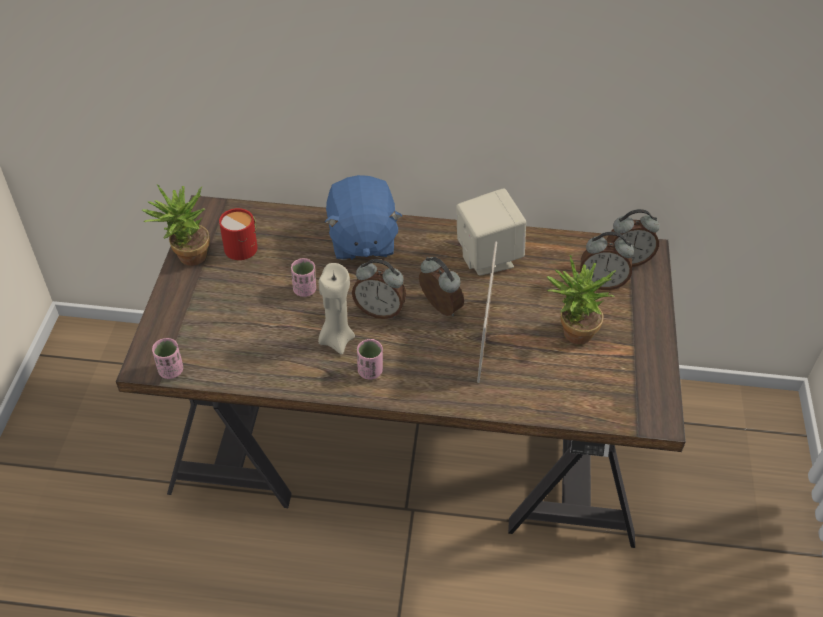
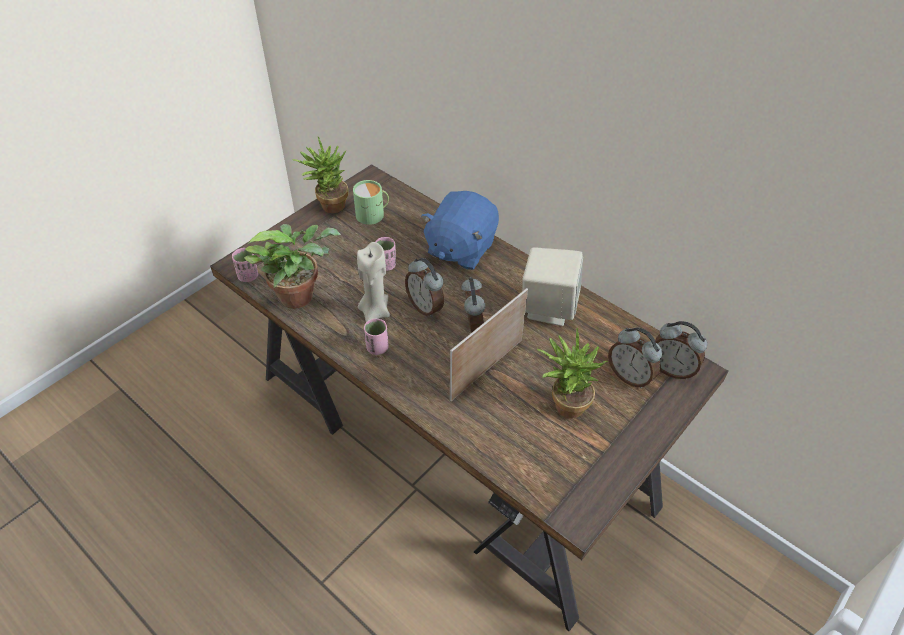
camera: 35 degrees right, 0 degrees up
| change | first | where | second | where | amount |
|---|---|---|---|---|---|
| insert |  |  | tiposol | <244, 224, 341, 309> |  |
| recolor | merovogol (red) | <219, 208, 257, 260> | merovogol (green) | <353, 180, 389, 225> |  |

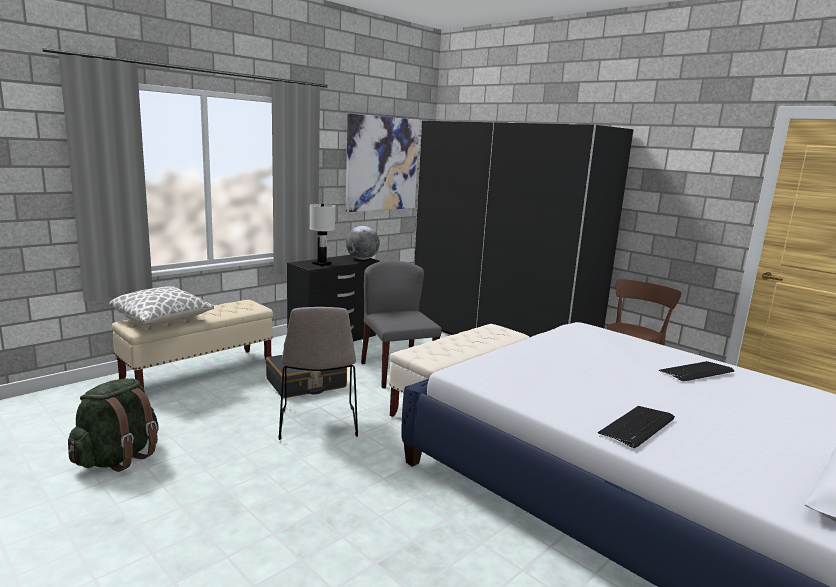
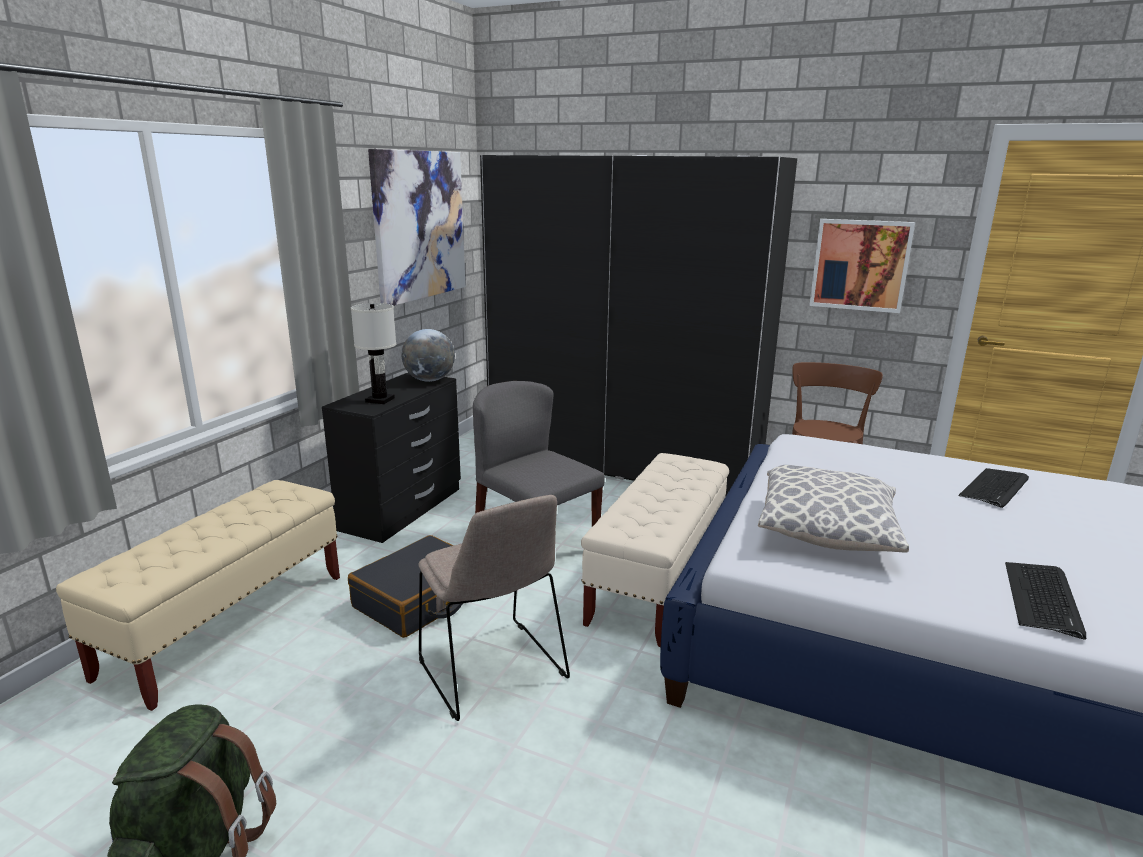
camera: 20 degrees left, 5 degrees up
| change | first | where | second | where | amount |
|---|---|---|---|---|---|
| move | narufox | <109, 286, 214, 325> |  | <758, 465, 909, 553> |  |
| insert |  |  | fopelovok | <809, 219, 915, 313> |  |

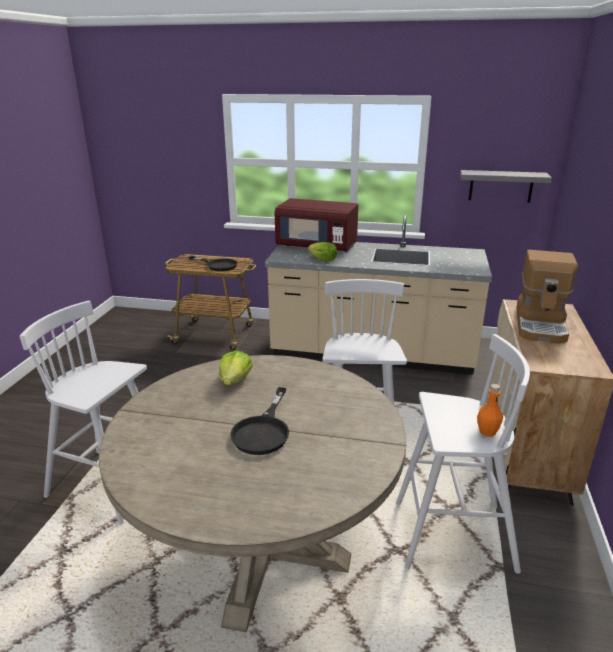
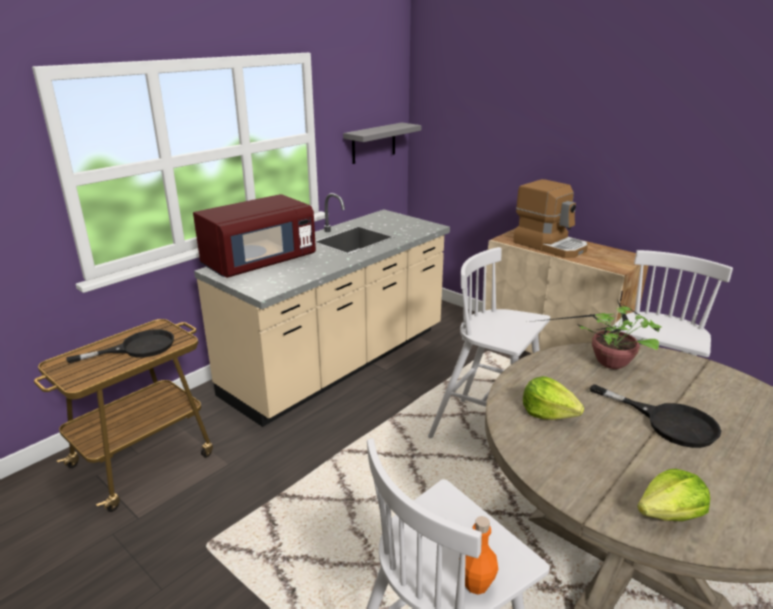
camera: 60 degrees left, 0 degrees up
| change | first | where | second | where | amount |
|---|---|---|---|---|---|
| move | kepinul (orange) | <477, 384, 503, 437> |  | <459, 516, 498, 595> |  |
| insert |  |  | tiposol | <530, 299, 662, 369> |  |
| move | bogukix | <308, 242, 337, 262> |  | <637, 468, 710, 522> |  |

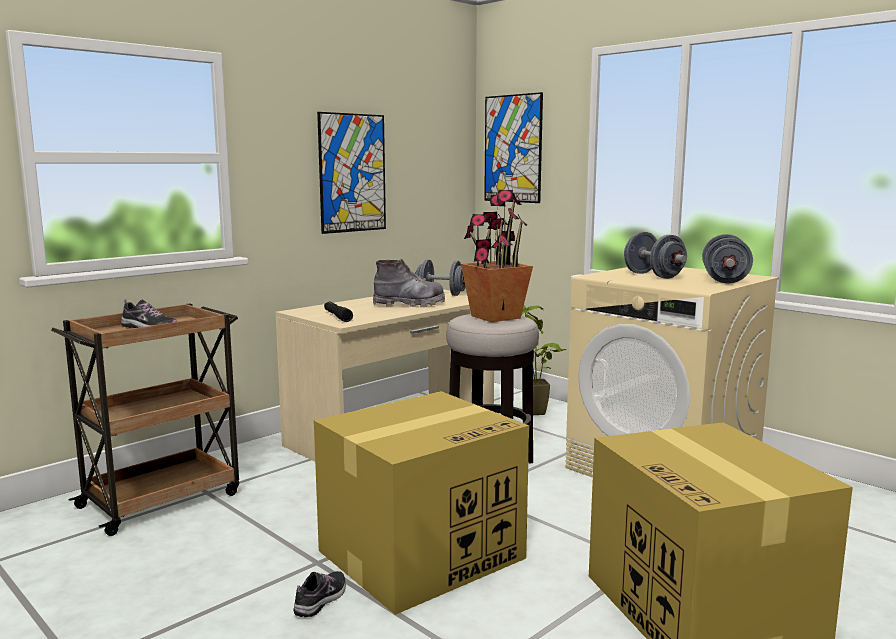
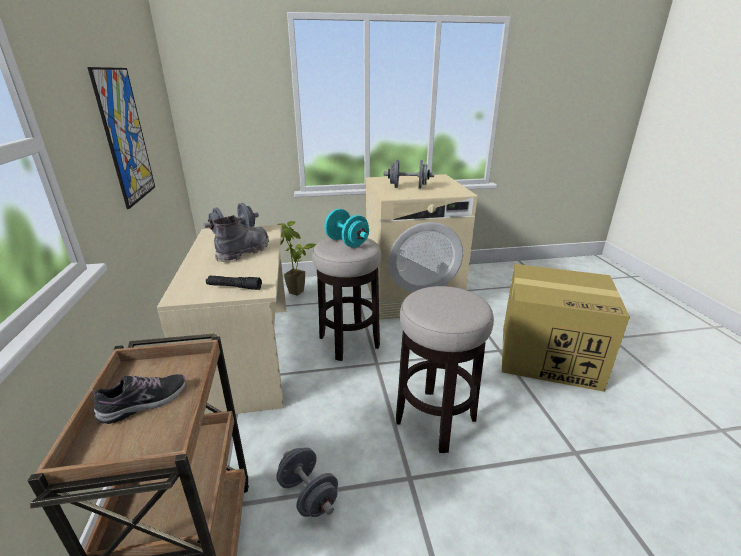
camera: 55 degrees left, 15 degrees up
| change | first | where | second | where | amount |
|---|---|---|---|---|---|
| move | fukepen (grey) | <702, 234, 753, 284> |  | <276, 447, 338, 517> |  |
| replace | tiposol | <461, 190, 533, 322> | fukepen (turquoise) | <324, 209, 369, 248> |  |
| replace | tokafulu | <314, 391, 529, 615> | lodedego | <396, 286, 494, 453> |  |
| delete | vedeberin | <293, 571, 346, 617> |  |  |  |
| delete | fopelovok | <484, 92, 543, 203> |  |  |  |

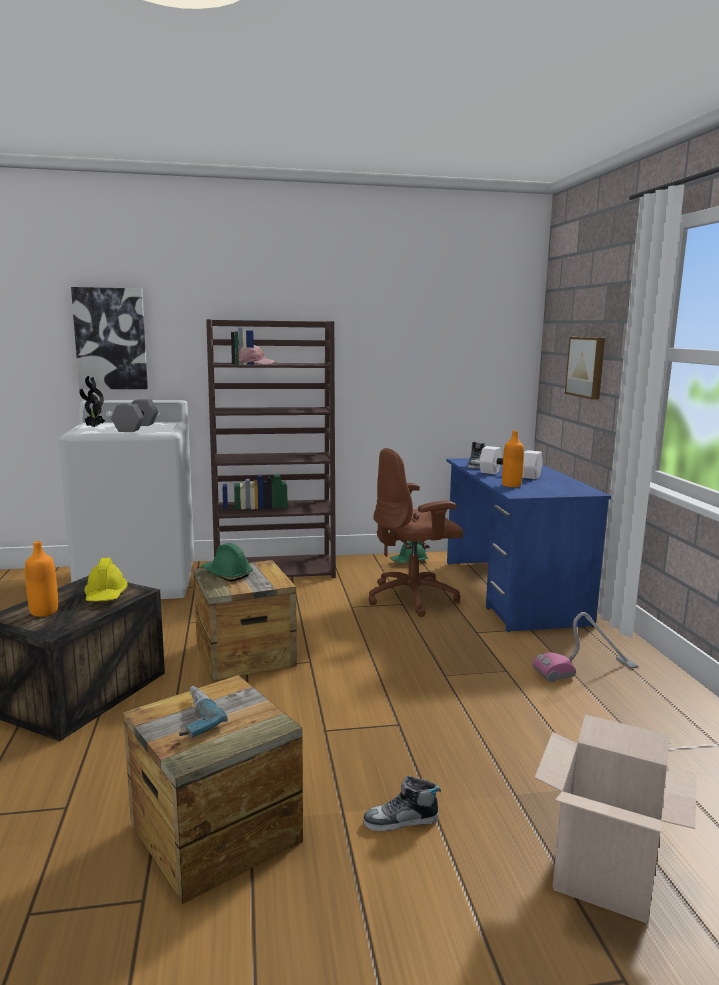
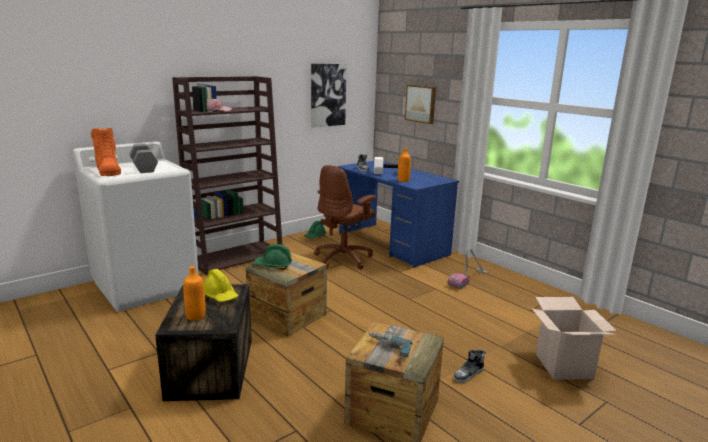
camera: 30 degrees left, 5 degrees up
| change | first | where | second | where | amount |
|---|---|---|---|---|---|
| replace | tiposol | <79, 376, 105, 427> | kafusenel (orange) | <91, 128, 121, 176> |  |
| move | fopelovok | <71, 287, 148, 389> |  | <311, 64, 347, 128> |  |

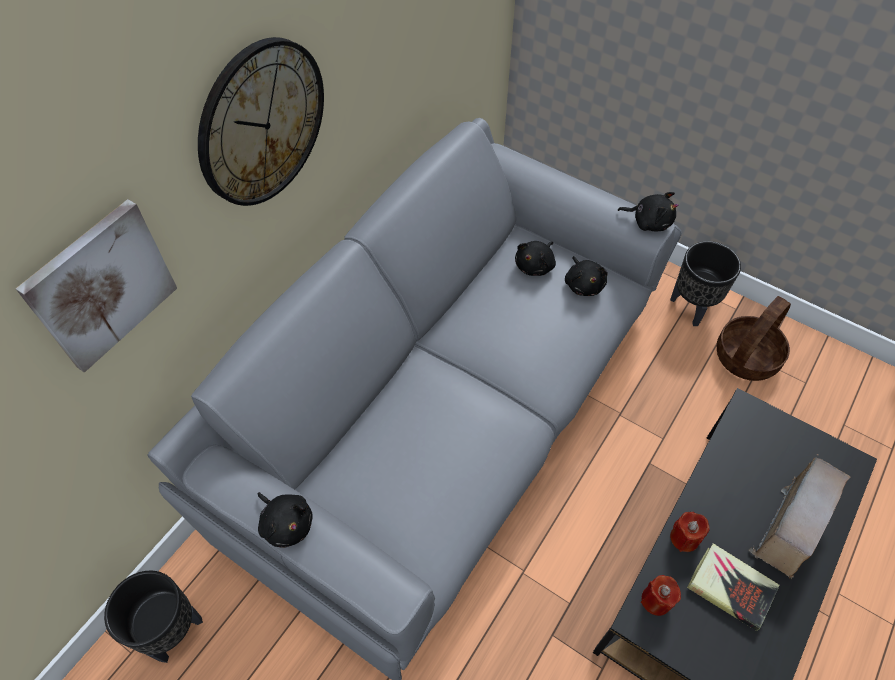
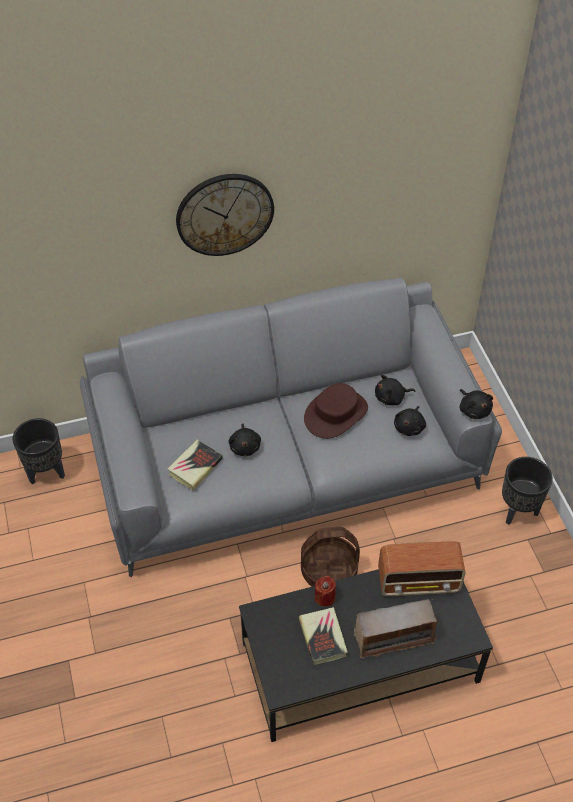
camera: 40 degrees right, 5 degrees down
| change | first | where | second | where | amount |
|---|---|---|---|---|---|
| insert |  |  | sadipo | <168, 440, 223, 490> |  |
| move | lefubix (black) | <258, 492, 313, 548> |  | <228, 424, 261, 456> |  |
| move | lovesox | <717, 296, 791, 381> |  | <301, 527, 360, 587> |  |
| insert |  |  | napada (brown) | <304, 383, 368, 439> |  |
| insert |  |  | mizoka | <378, 541, 465, 596> |  |
| delete | fopelovok | <16, 199, 177, 373> |  |  |  |
| delete | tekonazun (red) | <641, 575, 681, 616> |  |  |  |

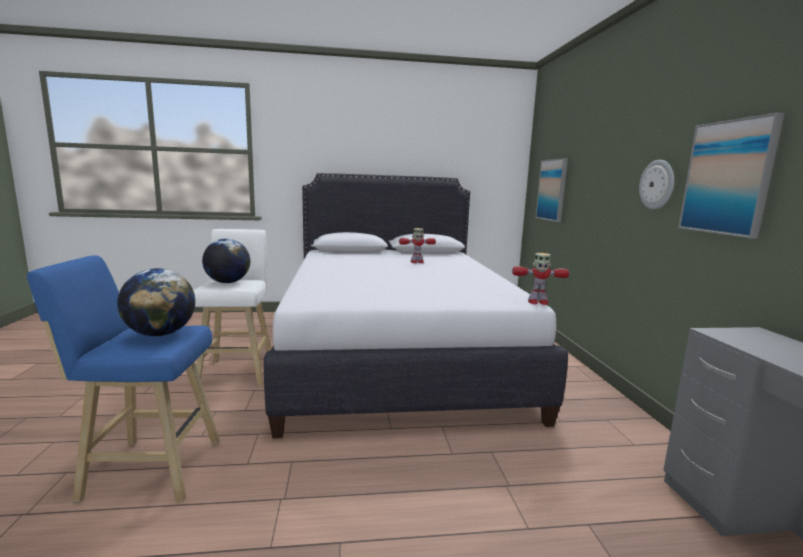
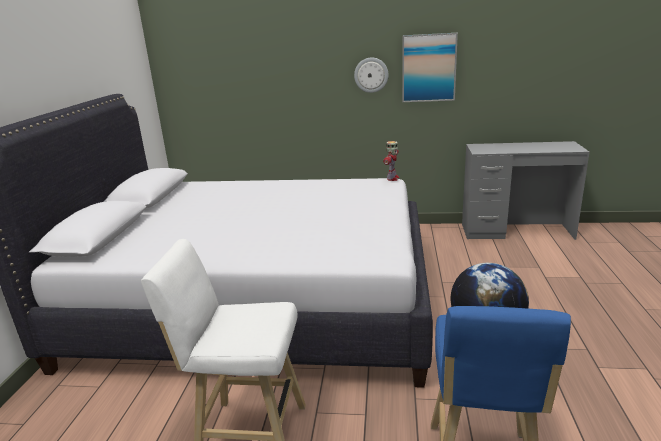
camera: 75 degrees left, 10 degrees up
| change | first | where | second | where | amount |
|---|---|---|---|---|---|
| delete | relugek | <202, 239, 250, 283> |  |  |  |
| delete | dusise | <399, 228, 436, 263> |  |  |  |
| delete | fopelovok | <535, 158, 568, 222> |  |  |  |

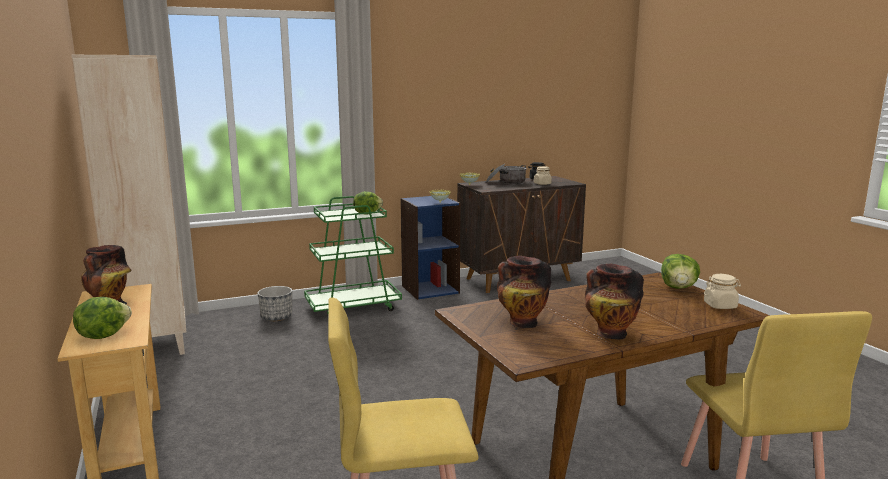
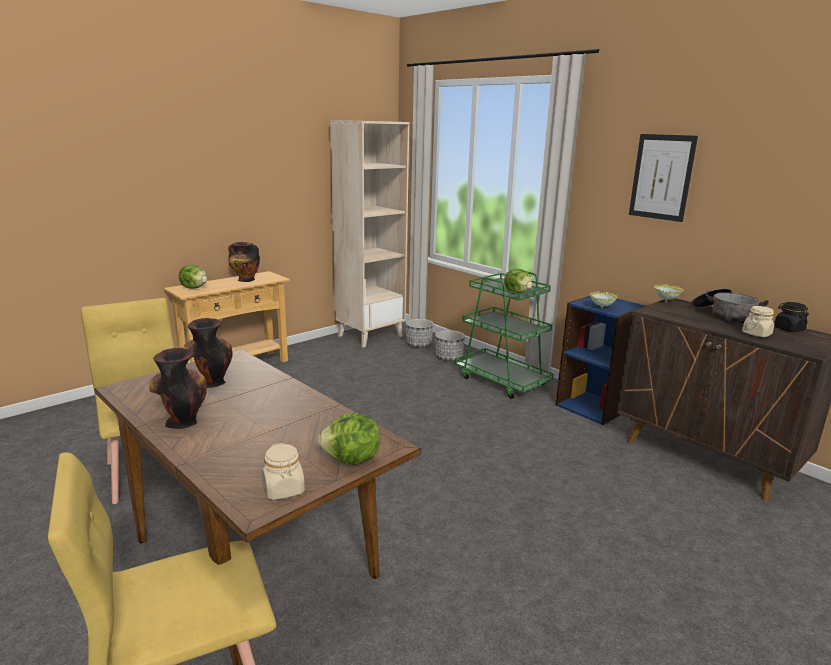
camera: 70 degrees right, 5 degrees up
| change | first | where | second | where | amount |
|---|---|---|---|---|---|
| insert |  |  | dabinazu | <405, 319, 434, 348> |  |
| insert |  |  | fopelovok | <629, 134, 698, 222> |  |

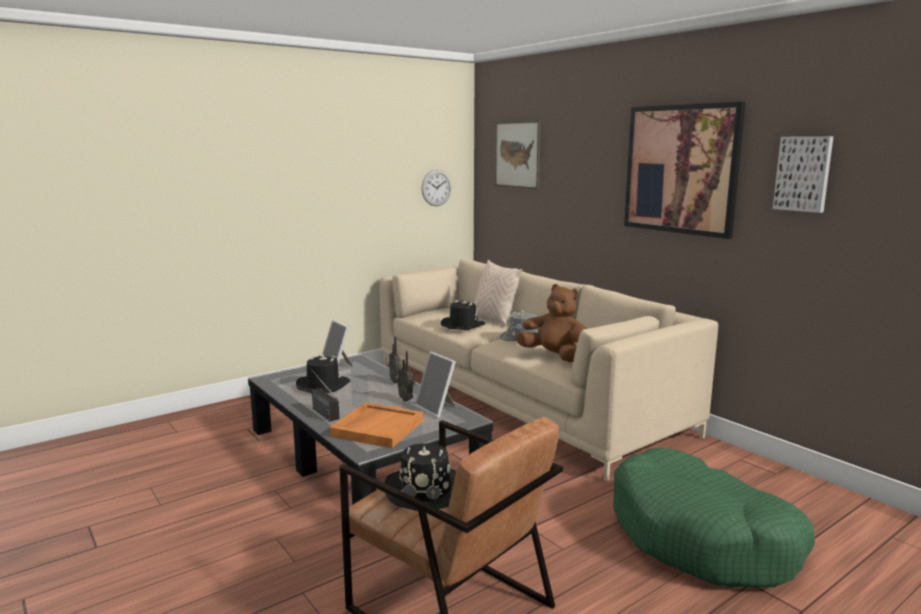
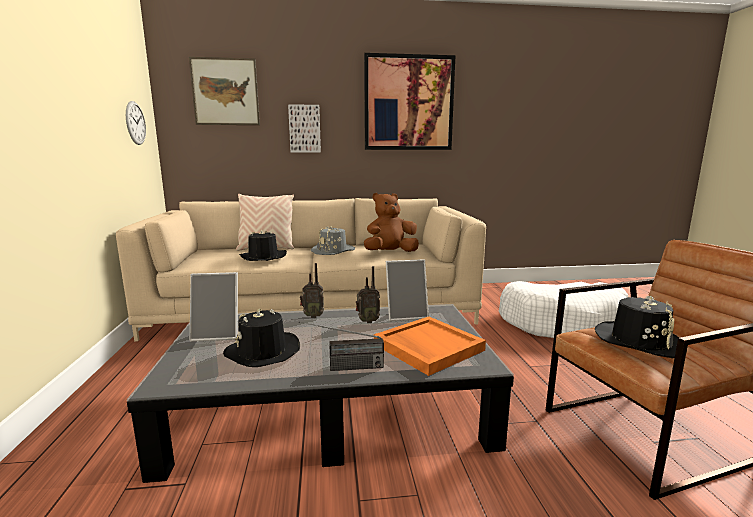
camera: 60 degrees left, 0 degrees up
| change | first | where | second | where | amount |
|---|---|---|---|---|---|
| move | fopelovok | <773, 136, 834, 213> |  | <288, 104, 321, 153> |  |
| recolor | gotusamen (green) | <613, 448, 815, 587> | gotusamen (white) | <499, 281, 628, 338> |  |

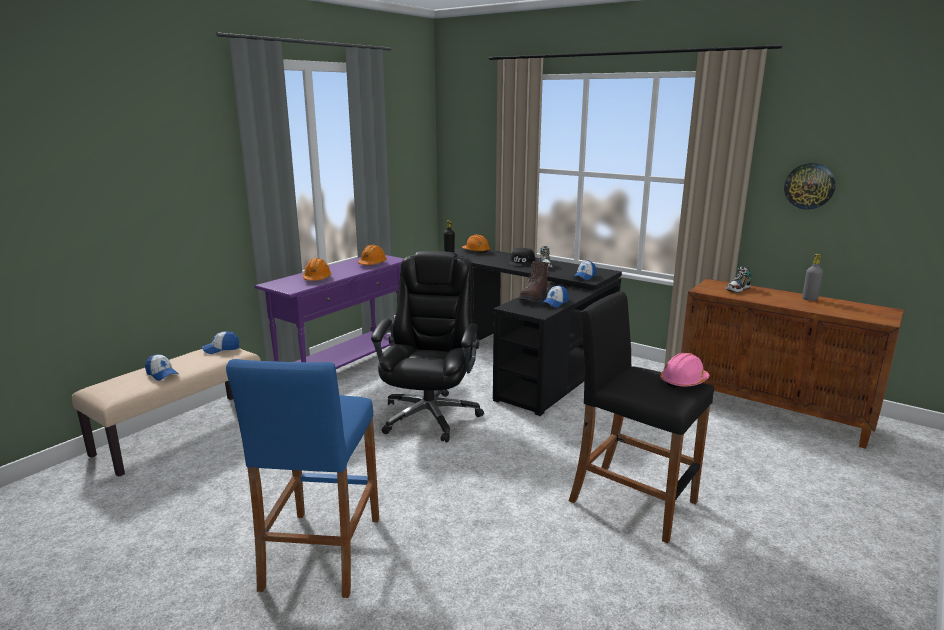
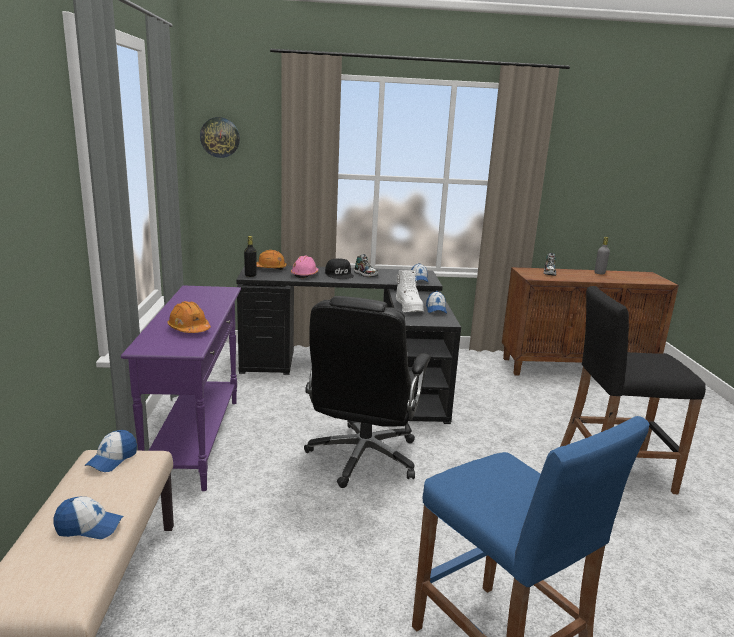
camera: 40 degrees left, 0 degrees up
| change | first | where | second | where | amount |
|---|---|---|---|---|---|
| move | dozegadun | <784, 163, 836, 210> |  | <200, 117, 240, 158> |  |
| move | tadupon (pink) | <660, 353, 710, 389> |  | <291, 256, 319, 278> |  |
| rotate | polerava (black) | <371, 251, 484, 442> |  | <304, 296, 431, 488> | 135 degrees counterclockwise |
| recolor | kafusenel (brown) | <519, 261, 550, 302> | kafusenel (white) | <396, 270, 424, 312> |  |
| delete | tadupon (orange) | <358, 245, 387, 265> |  |  |  |

